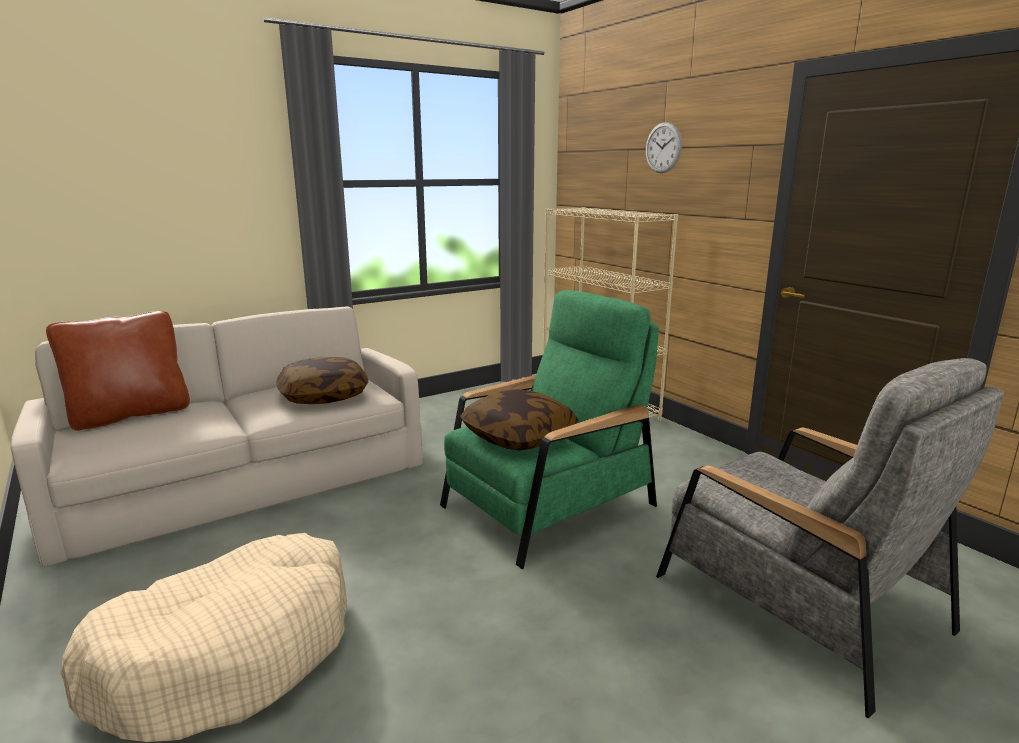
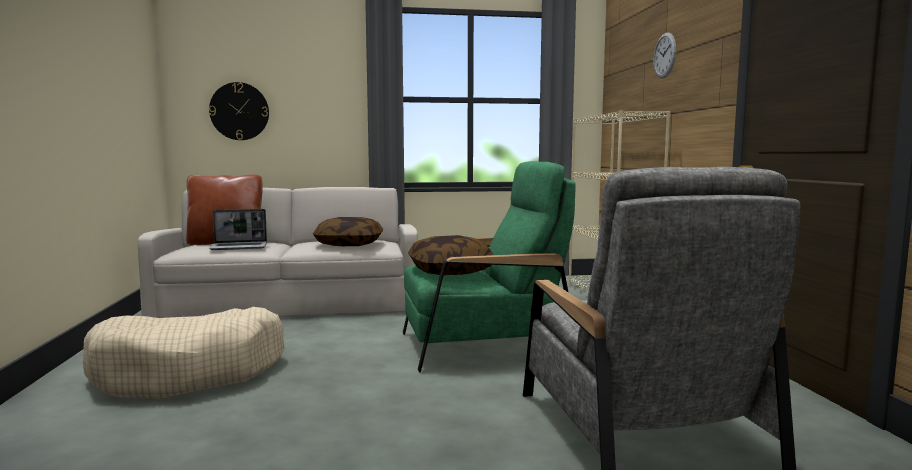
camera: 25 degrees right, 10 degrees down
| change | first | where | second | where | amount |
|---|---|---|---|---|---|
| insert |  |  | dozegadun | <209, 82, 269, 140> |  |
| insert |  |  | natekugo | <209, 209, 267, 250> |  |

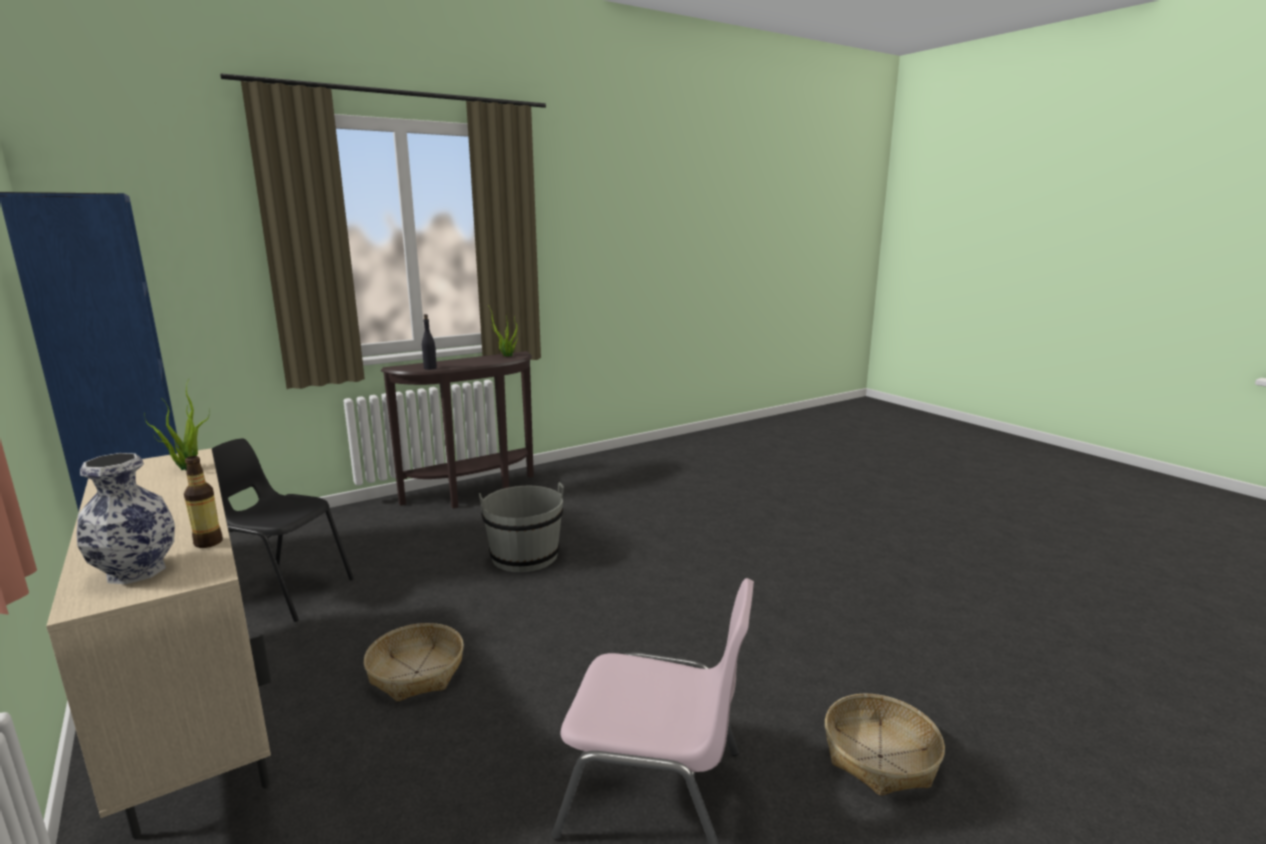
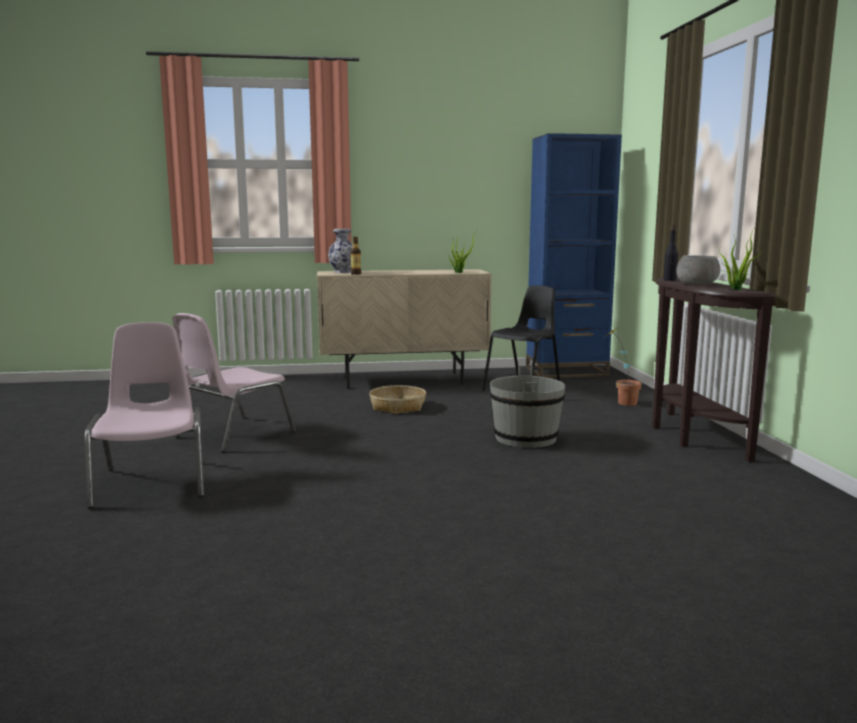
camera: 115 degrees right, 5 degrees down
| change | first | where | second | where | amount |
|---|---|---|---|---|---|
| replace | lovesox | <825, 694, 945, 796> | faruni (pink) | <85, 322, 204, 508> |  |
| insert |  |  | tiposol | <605, 327, 642, 406> |  |
| insert |  |  | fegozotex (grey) | <676, 255, 720, 285> |  |

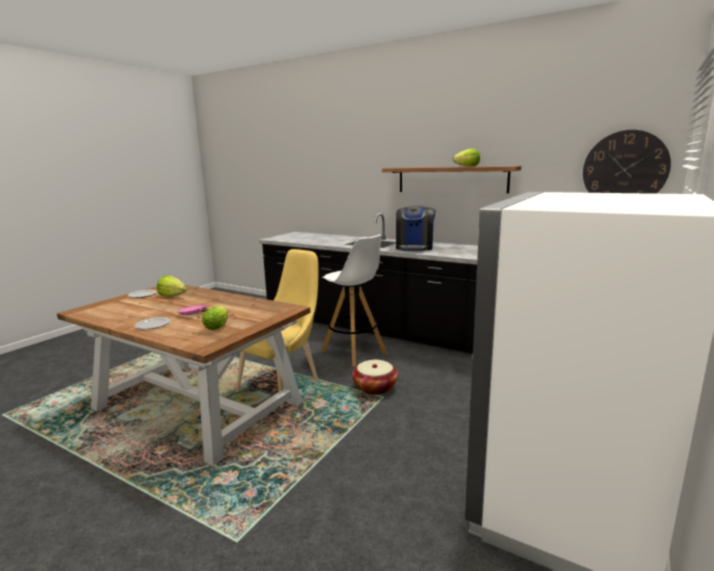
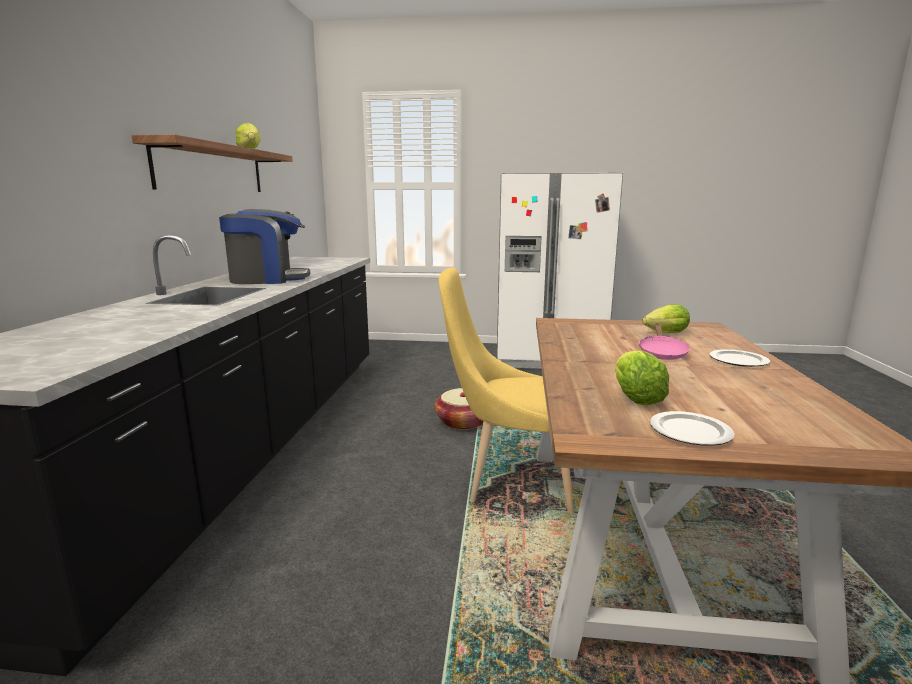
camera: 115 degrees left, 0 degrees up
| change | first | where | second | where | amount |
|---|---|---|---|---|---|
| delete | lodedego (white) | <321, 235, 387, 367> |  |  |  |
| delete | dozegadun | <583, 130, 671, 194> |  |  |  |

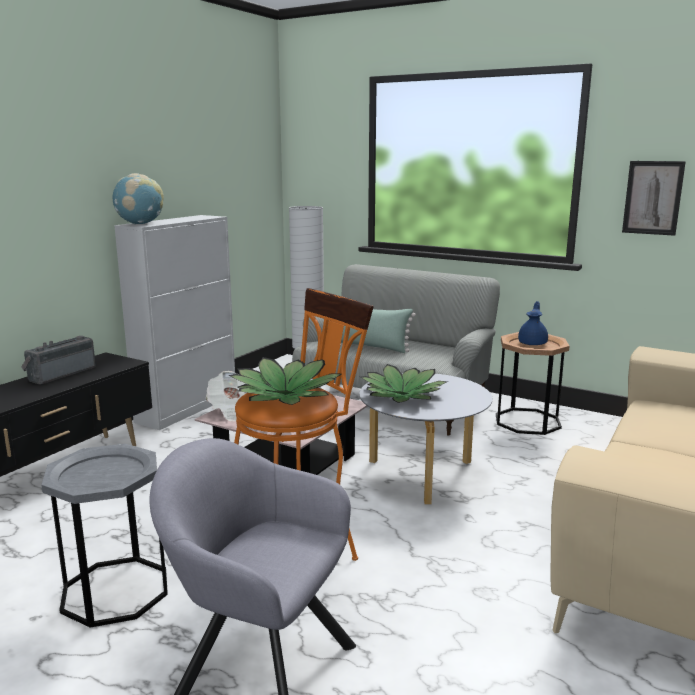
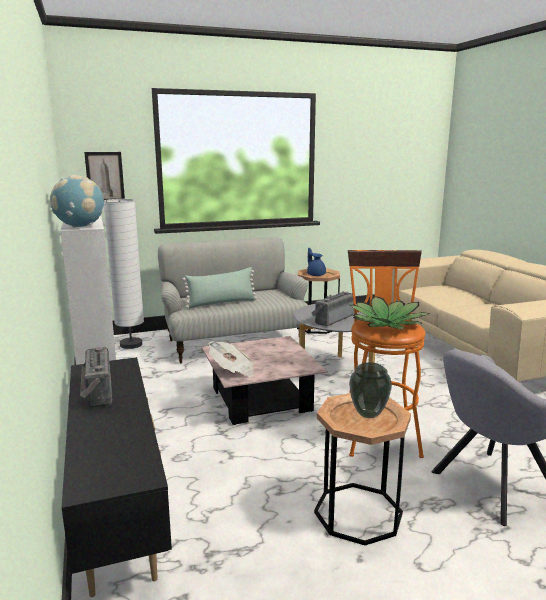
camera: 50 degrees left, 0 degrees up
| change | first | where | second | where | amount |
|---|---|---|---|---|---|
| move | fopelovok | <622, 161, 686, 236> |  | <84, 152, 125, 200> |  |
| replace | tiposol | <361, 364, 448, 403> | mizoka | <311, 292, 354, 326> |  |
| recolor | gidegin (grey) | <41, 444, 168, 628> | gidegin (brown) | <314, 393, 411, 545> |  |
| insert |  |  | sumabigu | <349, 362, 392, 418> |  |

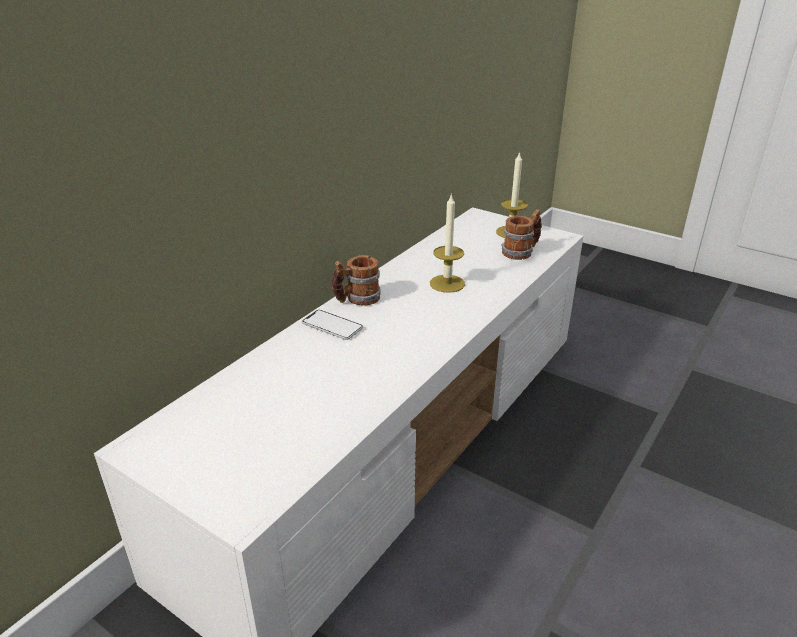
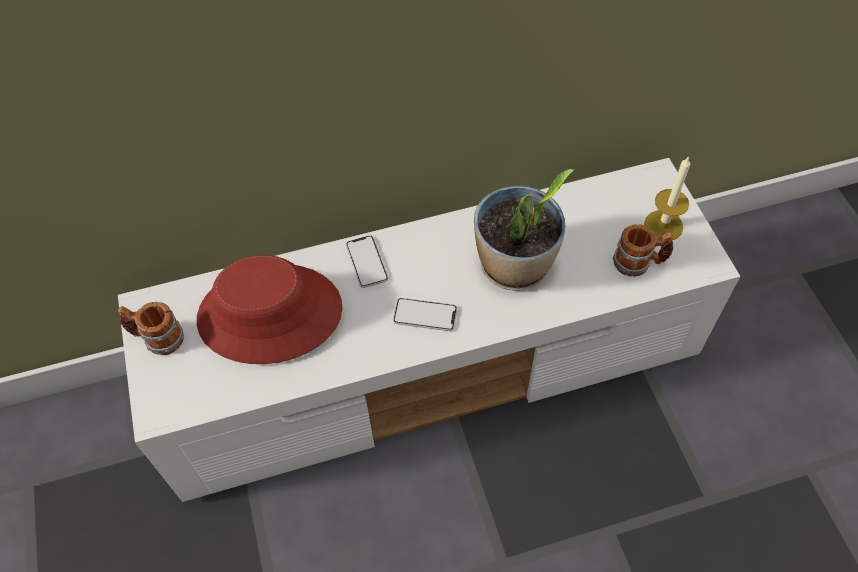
camera: 40 degrees right, 25 degrees up
| change | first | where | second | where | amount |
|---|---|---|---|---|---|
| move | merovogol | <332, 255, 381, 306> |  | <118, 302, 184, 355> |  |
| insert |  |  | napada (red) | <197, 255, 343, 364> |  |
| insert |  |  | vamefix | <393, 298, 457, 331> |  |
| replace | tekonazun | <430, 193, 465, 293> | tiposol | <474, 169, 573, 291> |  |

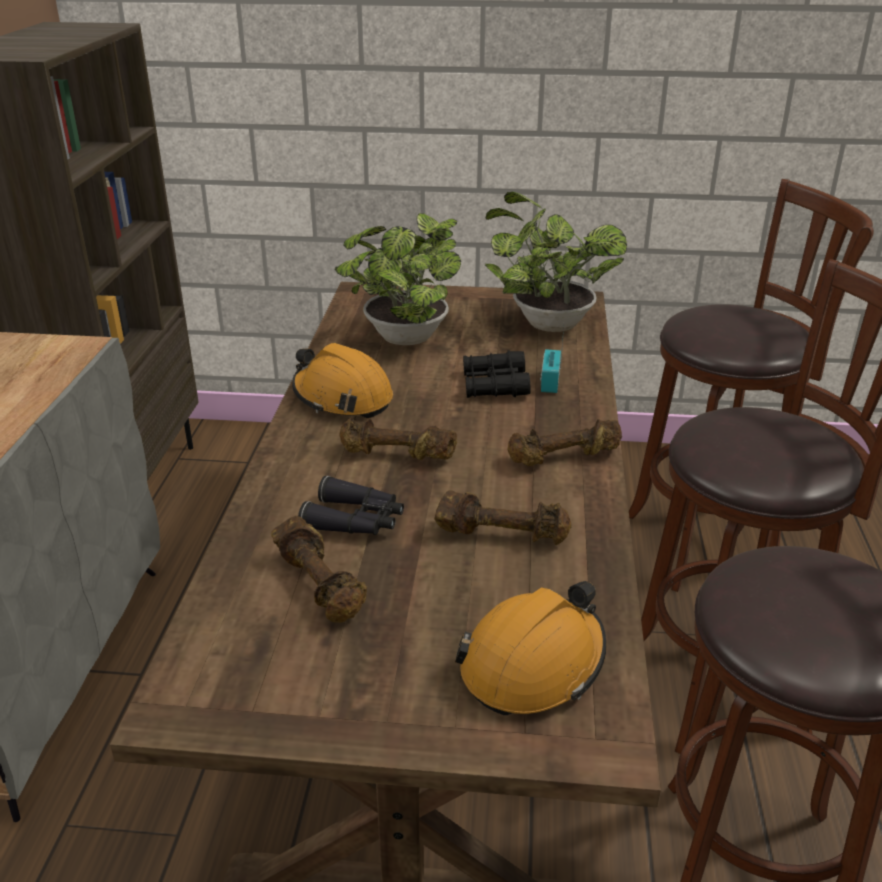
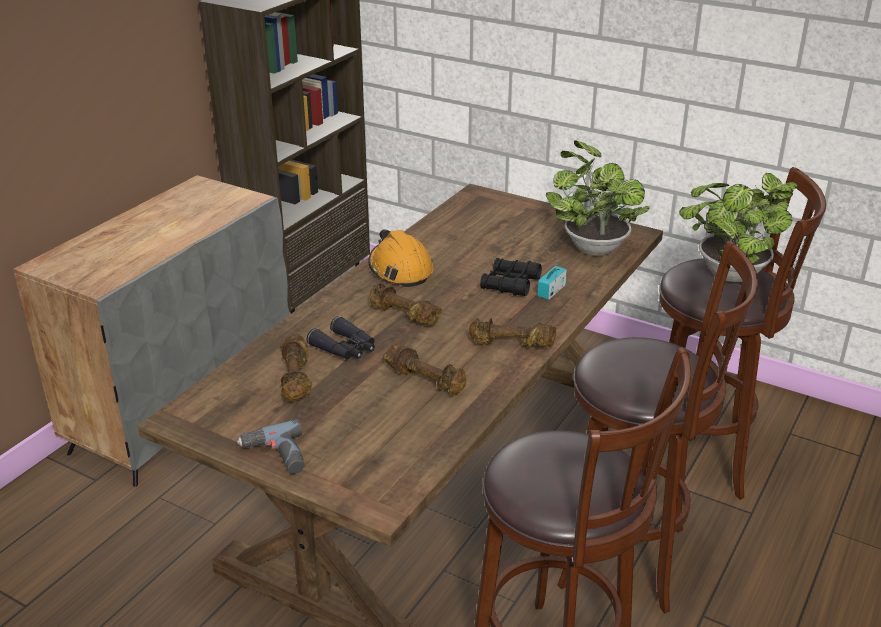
camera: 25 degrees right, 0 degrees up
| change | first | where | second | where | amount |
|---|---|---|---|---|---|
| insert |  |  | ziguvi | <237, 419, 304, 474> |  |
| move | tiposol | <335, 213, 461, 345> |  | <679, 173, 798, 282> |  |
| delete | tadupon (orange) | <455, 581, 606, 715> |  |  |  |

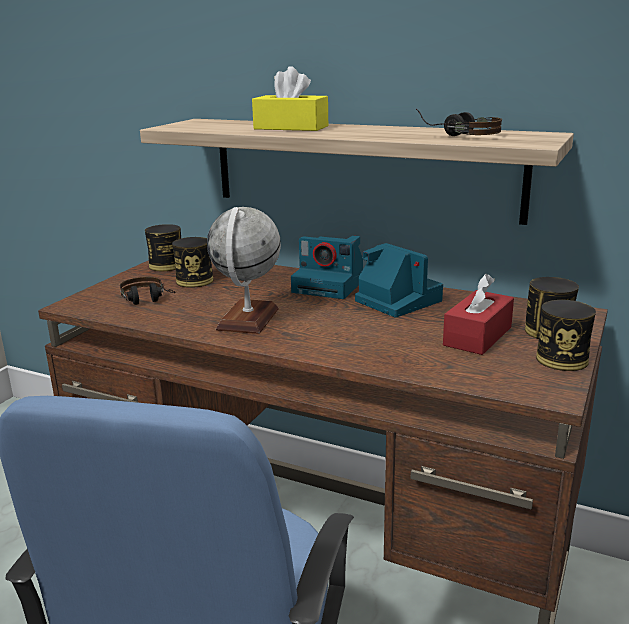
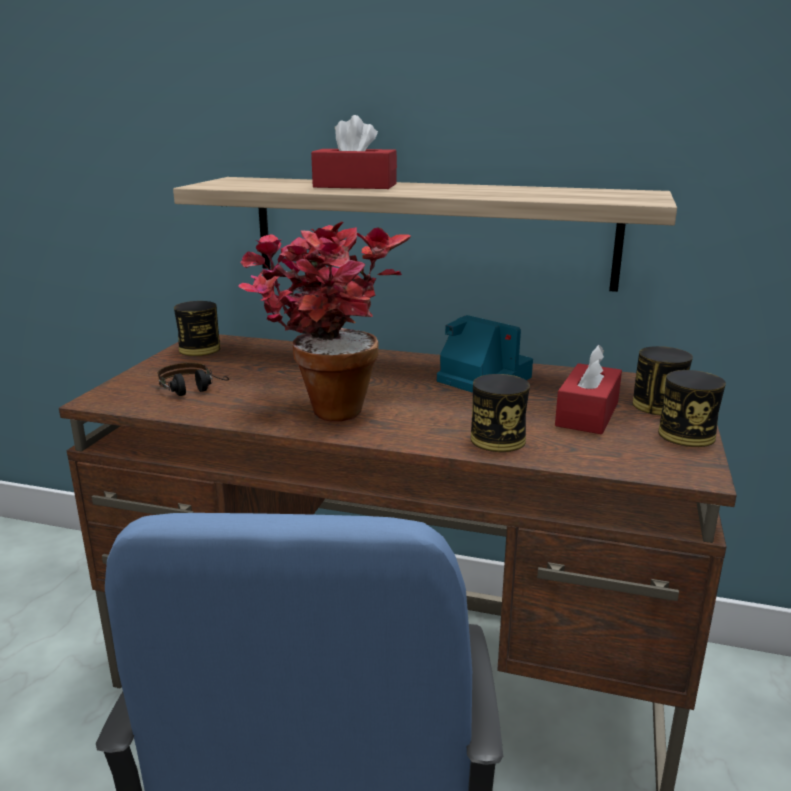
camera: 10 degrees left, 0 degrees up
| change | first | where | second | where | amount |
|---|---|---|---|---|---|
| replace | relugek | <207, 207, 281, 334> | tiposol | <238, 222, 411, 422> |  |
| recolor | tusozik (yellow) | <252, 66, 328, 131> | tusozik (red) | <311, 115, 397, 189> |  |
| move | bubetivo | <172, 237, 213, 288> |  | <471, 374, 530, 452> |  |
| delete | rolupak | <291, 236, 363, 299> |  |  |  |
| delete | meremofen | <416, 109, 502, 136> |  |  |  |

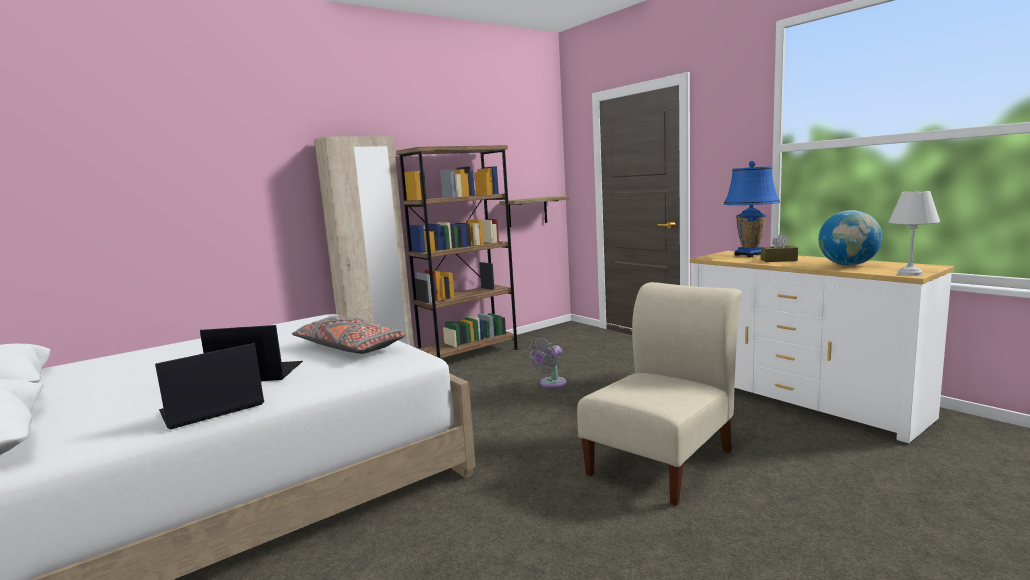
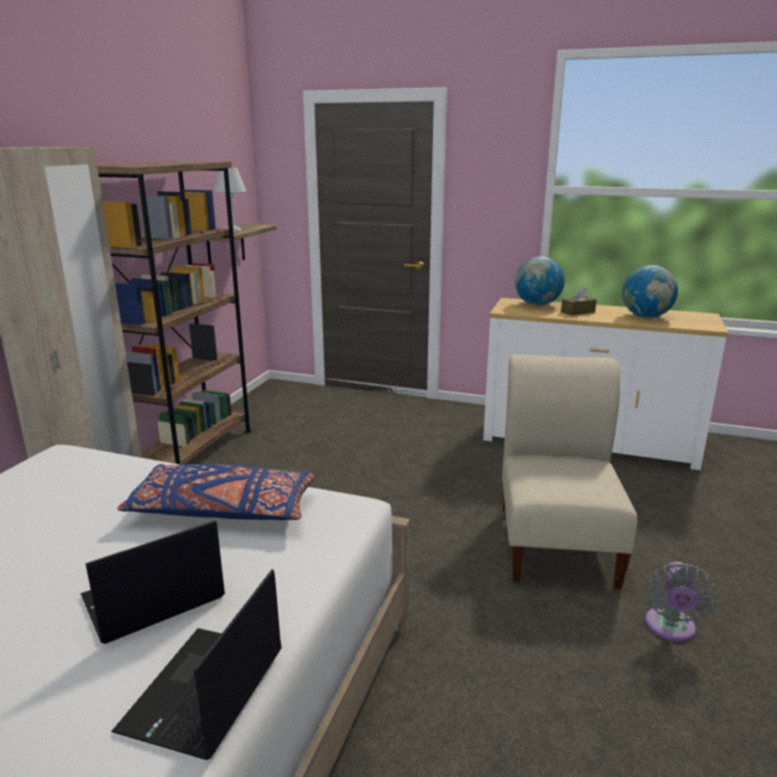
camera: 35 degrees left, 10 degrees up
| change | first | where | second | where | amount |
|---|---|---|---|---|---|
| recolor | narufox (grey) | <292, 316, 406, 354> | narufox (blue) | <117, 464, 314, 520> |  |
| move | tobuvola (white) | <888, 191, 940, 276> |  | <214, 168, 246, 233> |  |
| replace | tobuvola (blue) | <724, 161, 780, 257> | relugek | <515, 256, 565, 306> |  |
| move | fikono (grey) | <529, 338, 567, 388> |  | <645, 562, 719, 642> |  |

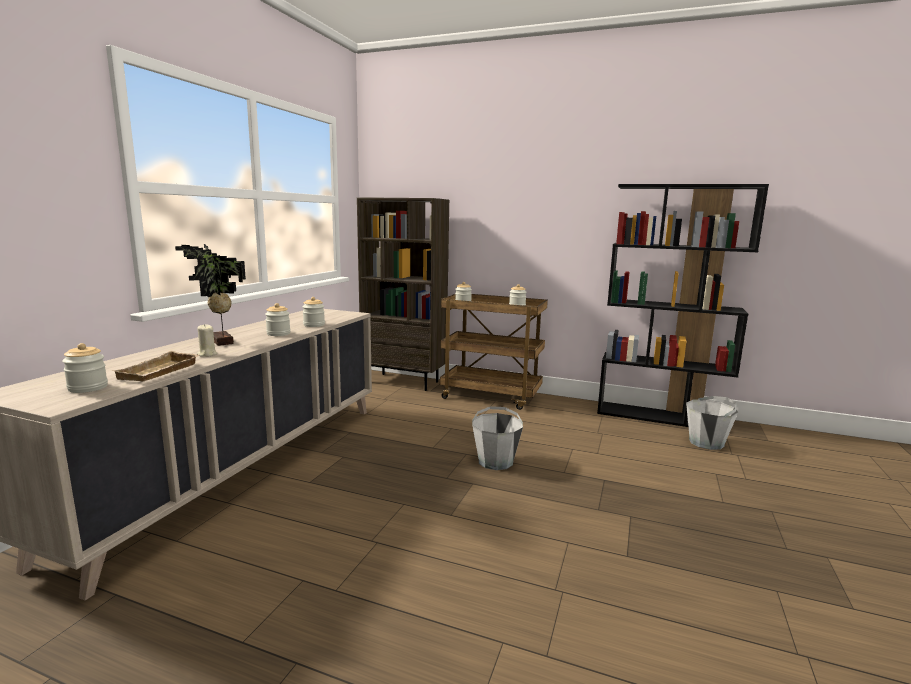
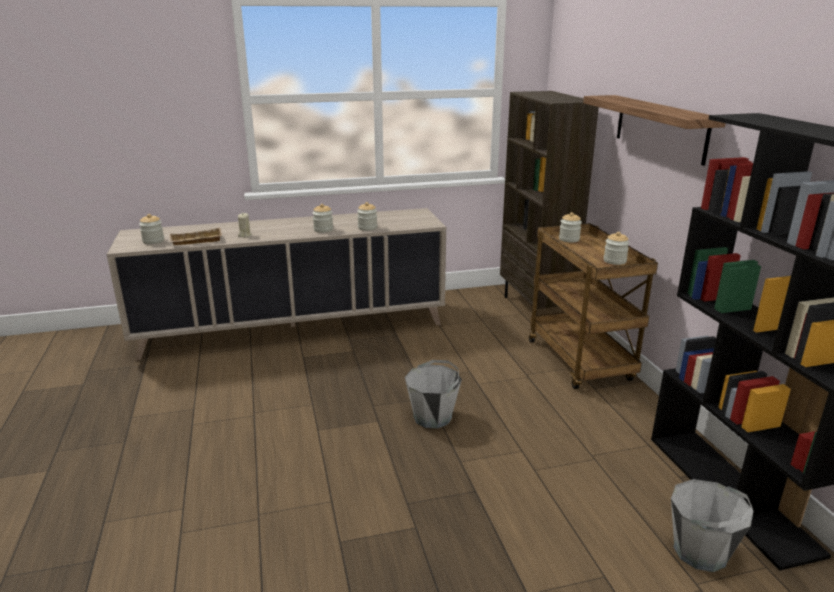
camera: 55 degrees right, 10 degrees up
| change | first | where | second | where | amount |
|---|---|---|---|---|---|
| insert |  |  | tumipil | <583, 95, 726, 166> |  |
| delete | tiposol | <175, 244, 246, 346> |  |  |  |

